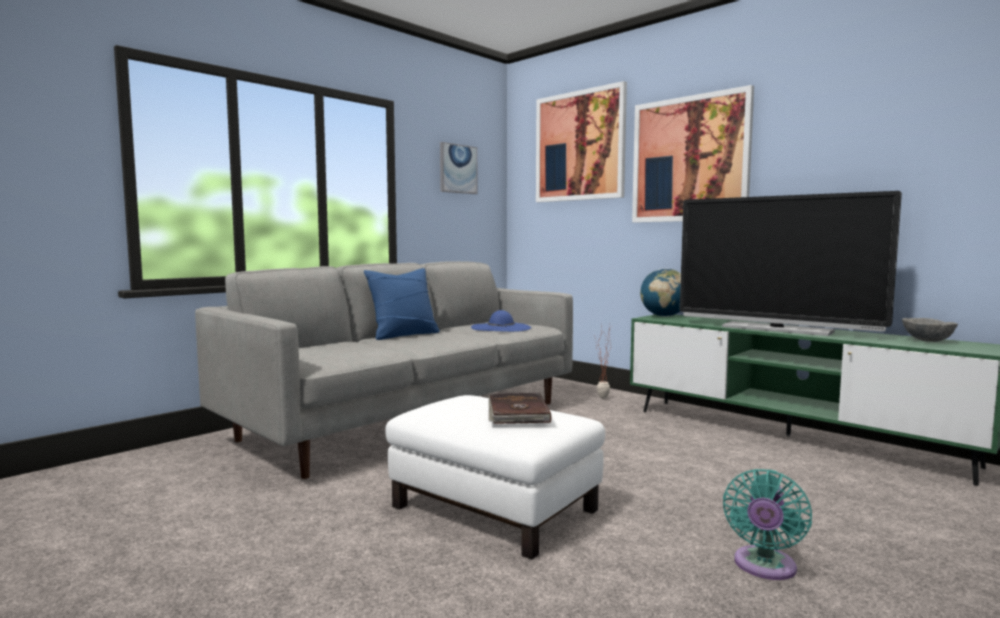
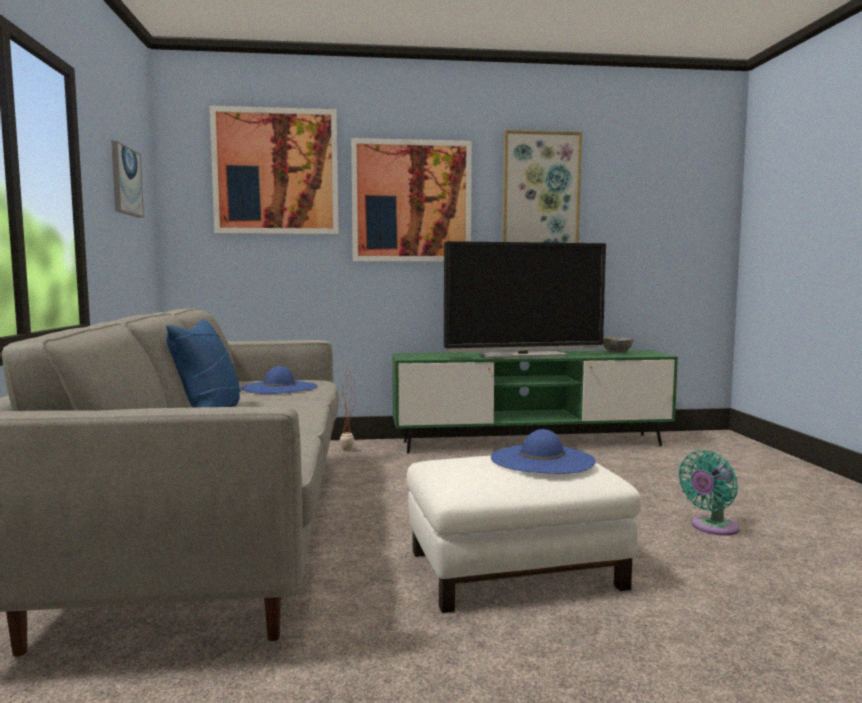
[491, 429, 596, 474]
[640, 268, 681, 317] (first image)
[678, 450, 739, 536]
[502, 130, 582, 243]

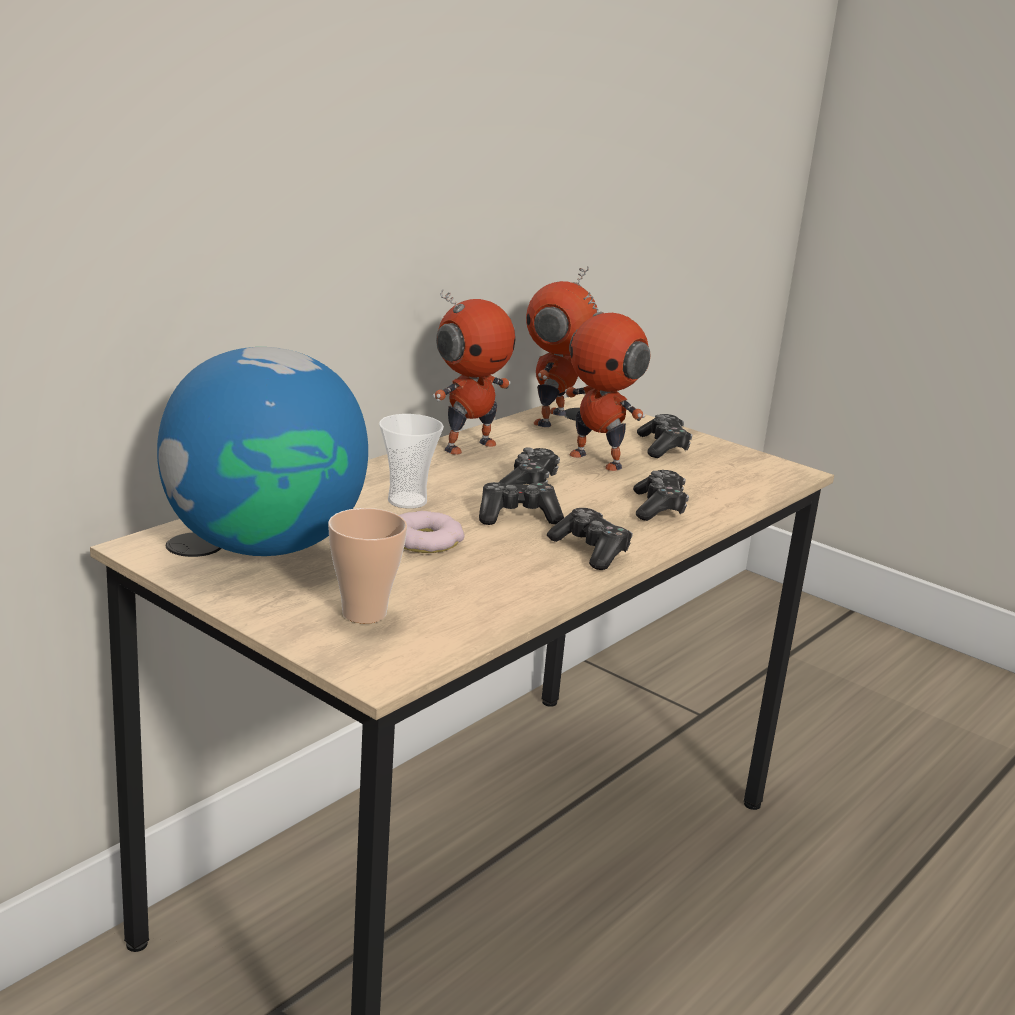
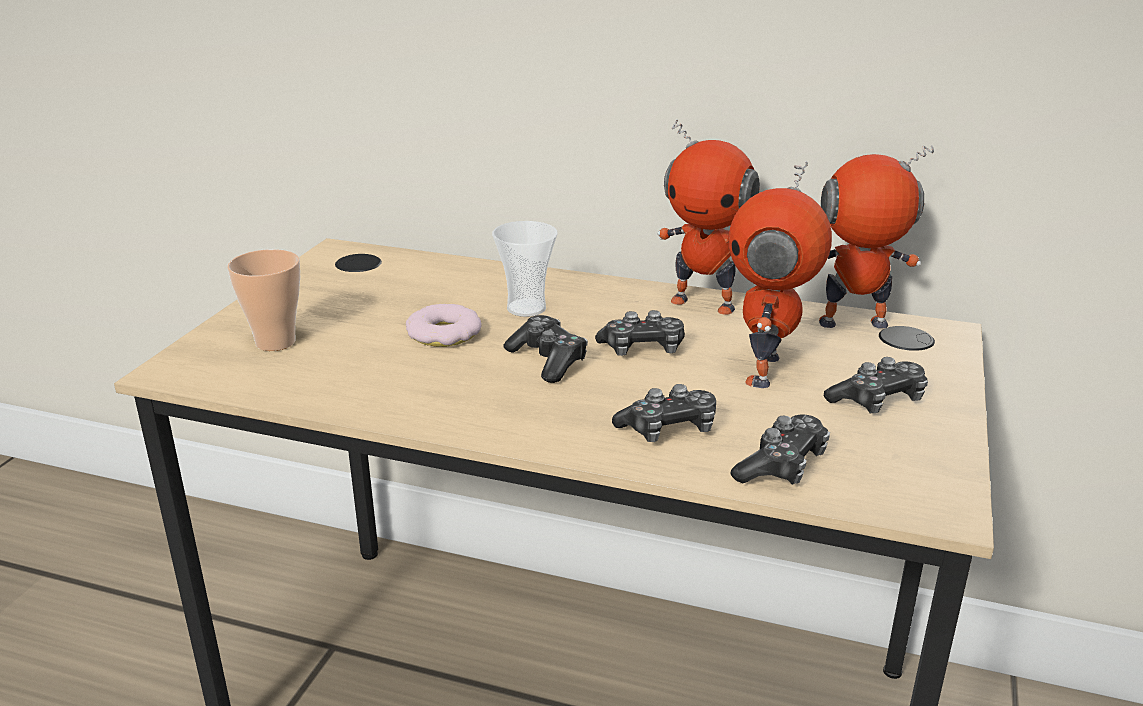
[157, 347, 368, 556] (first image)
[730, 414, 830, 485]

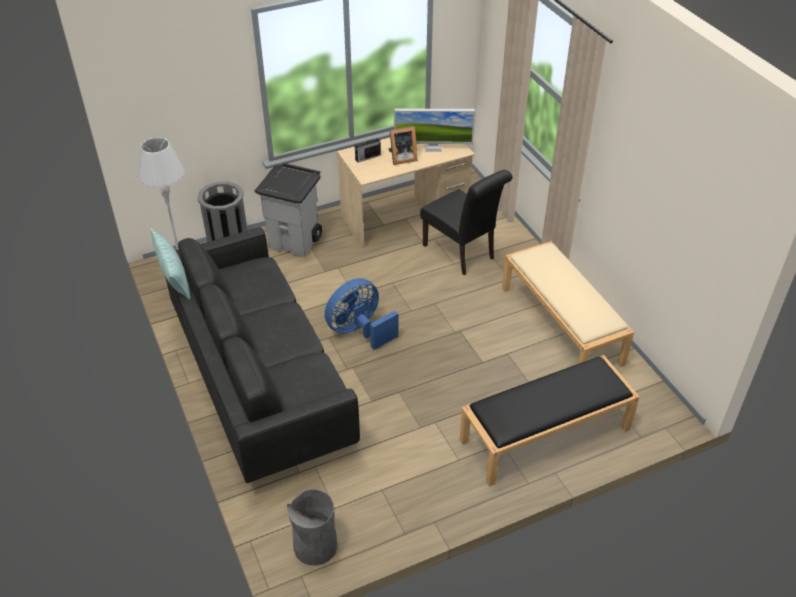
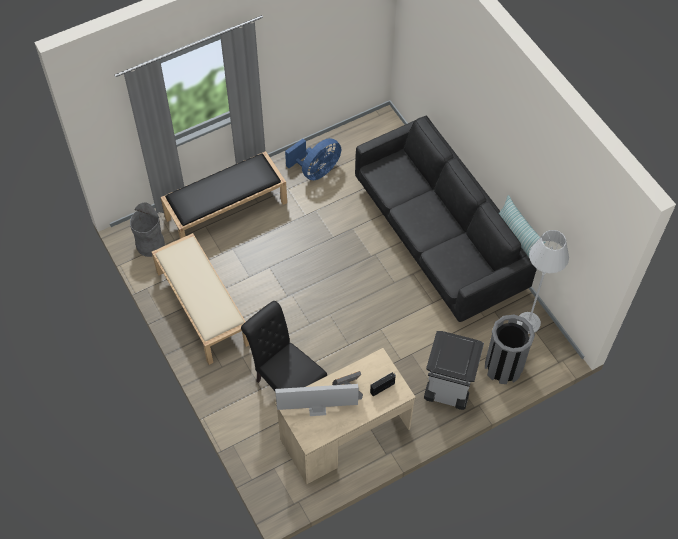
[130, 202, 165, 257]
[285, 138, 341, 180]

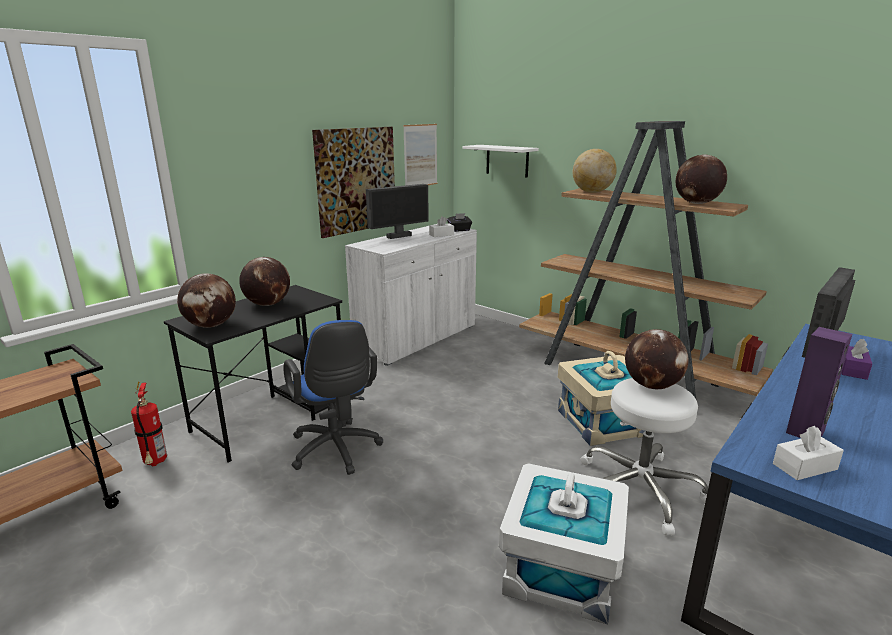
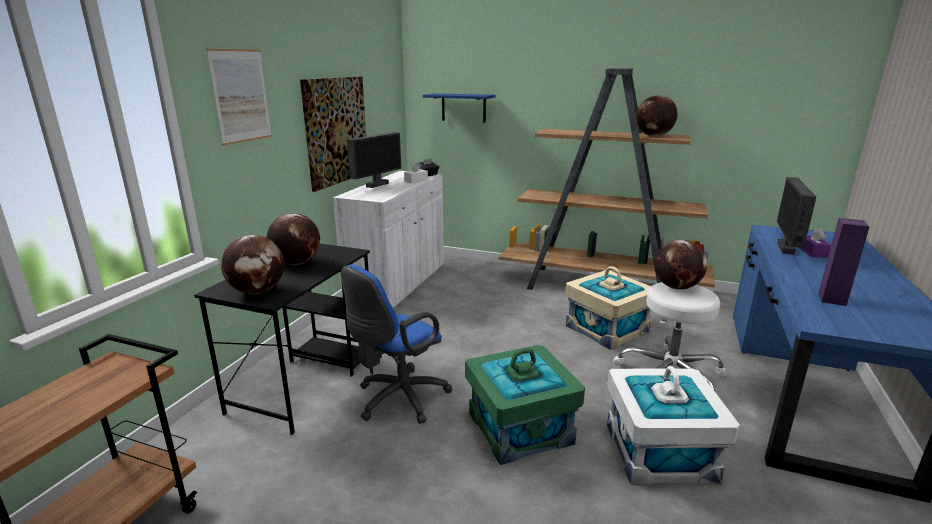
[131, 382, 167, 466] (first image)
[341, 264, 452, 424]
[206, 48, 272, 145]
[423, 93, 496, 122]
[573, 149, 617, 193] (first image)
[773, 426, 844, 480] (first image)
[465, 345, 585, 465]

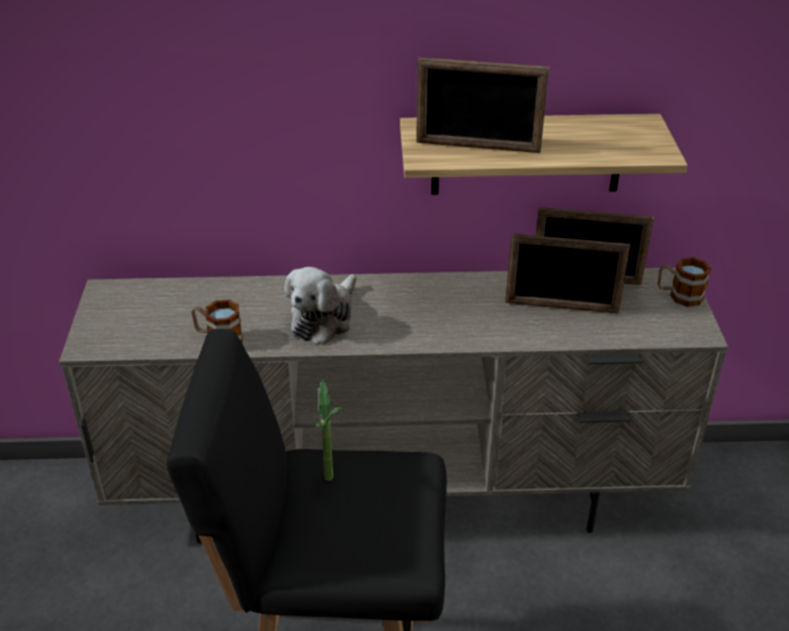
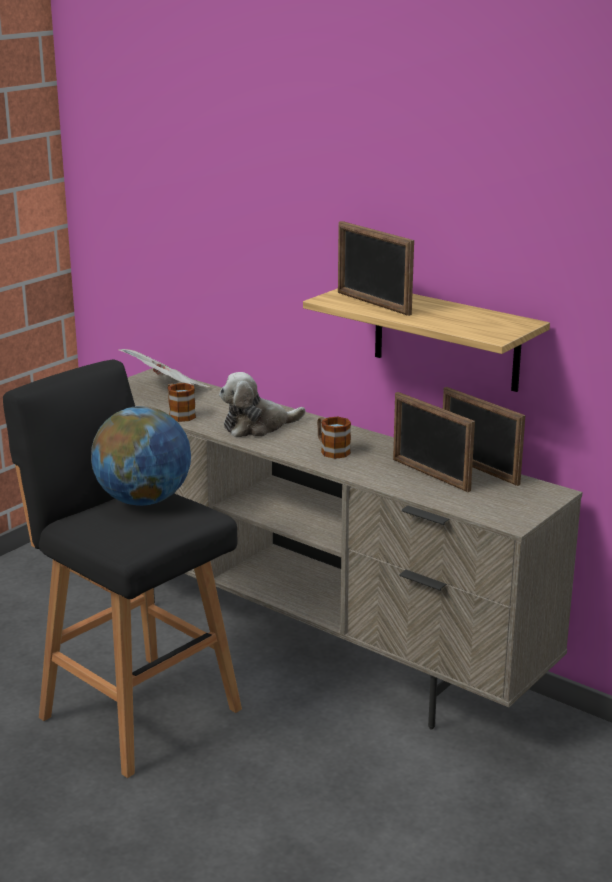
[91, 406, 191, 506]
[317, 417, 351, 459]
[119, 349, 210, 387]

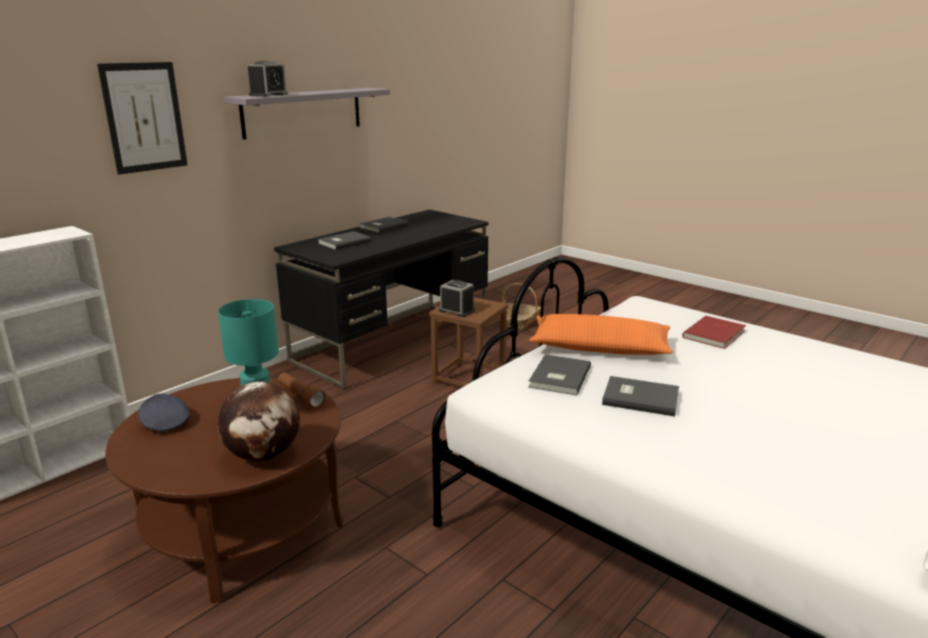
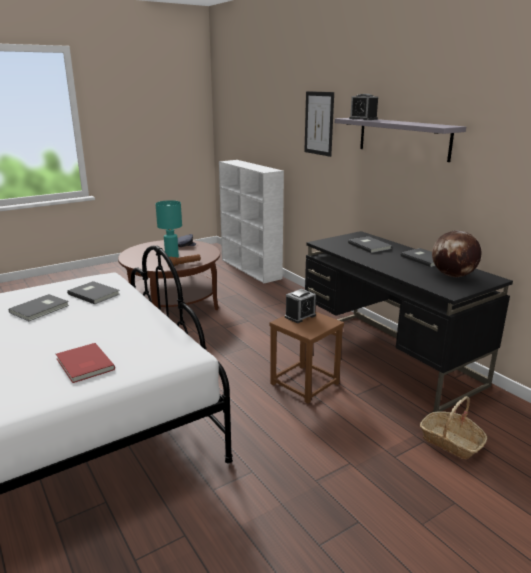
[432, 230, 481, 277]
[529, 314, 673, 355] (first image)

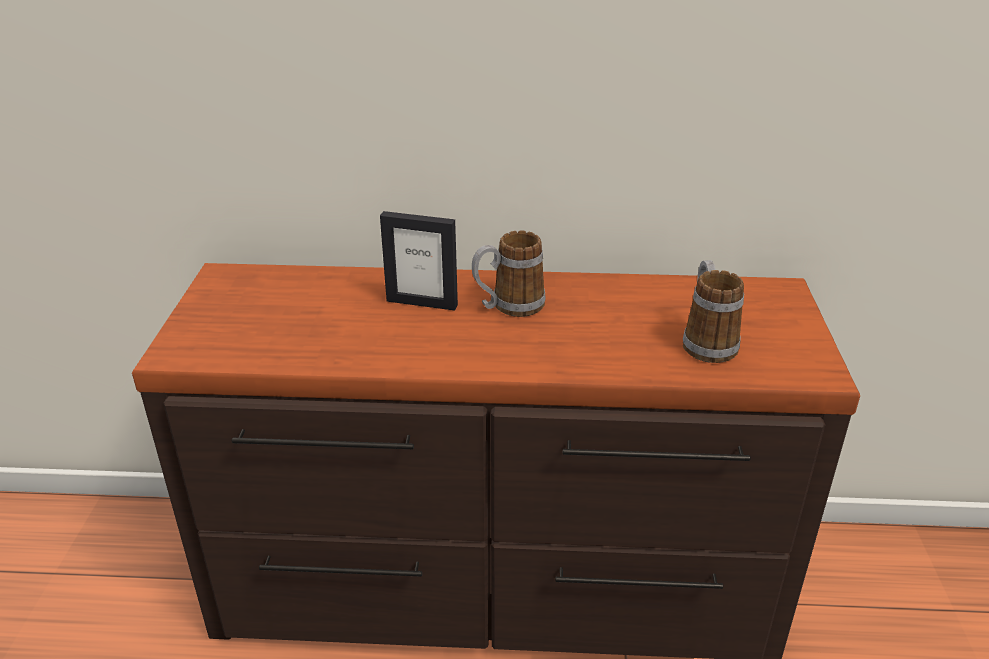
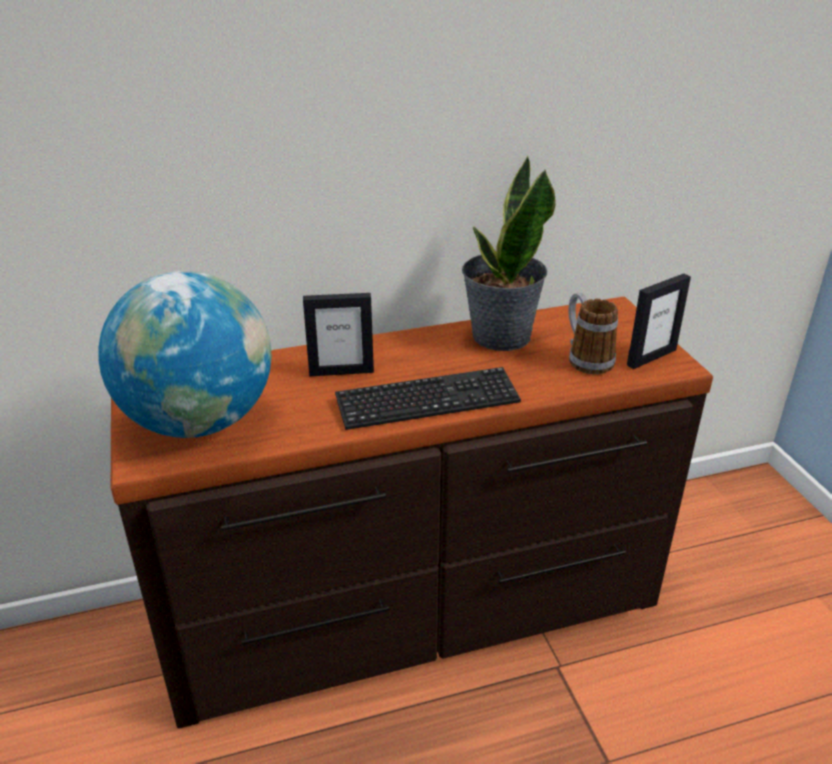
[472, 230, 546, 317] (first image)
[98, 271, 271, 438]
[335, 367, 521, 430]
[462, 155, 556, 351]
[627, 273, 691, 369]

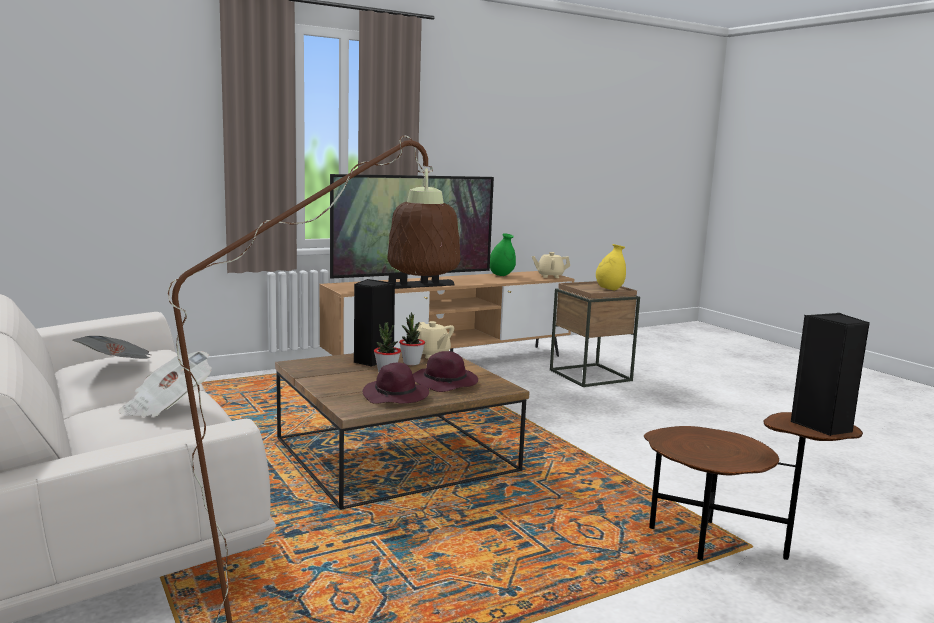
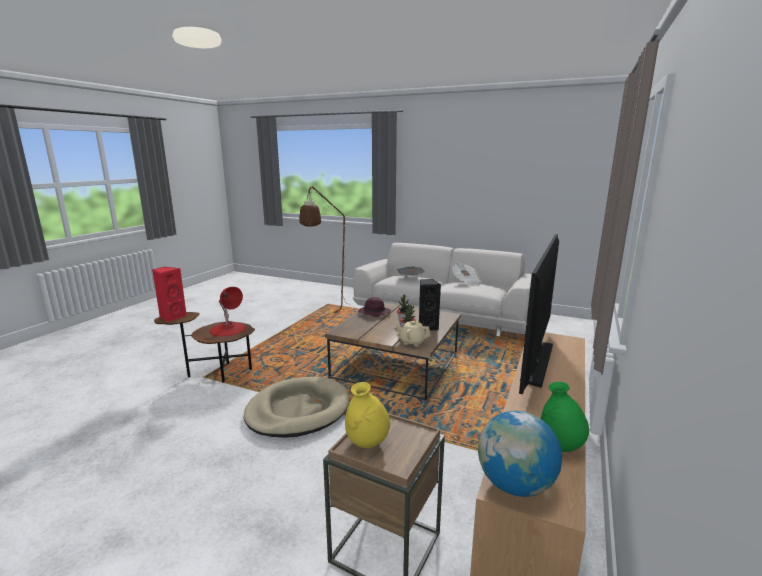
[413, 351, 478, 392] (first image)
[478, 411, 562, 497]
[152, 267, 187, 322]
[209, 287, 246, 337]
[244, 377, 349, 438]

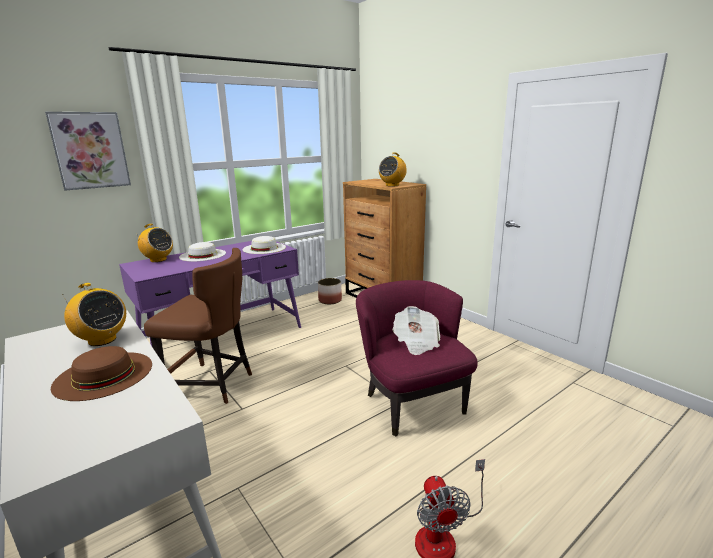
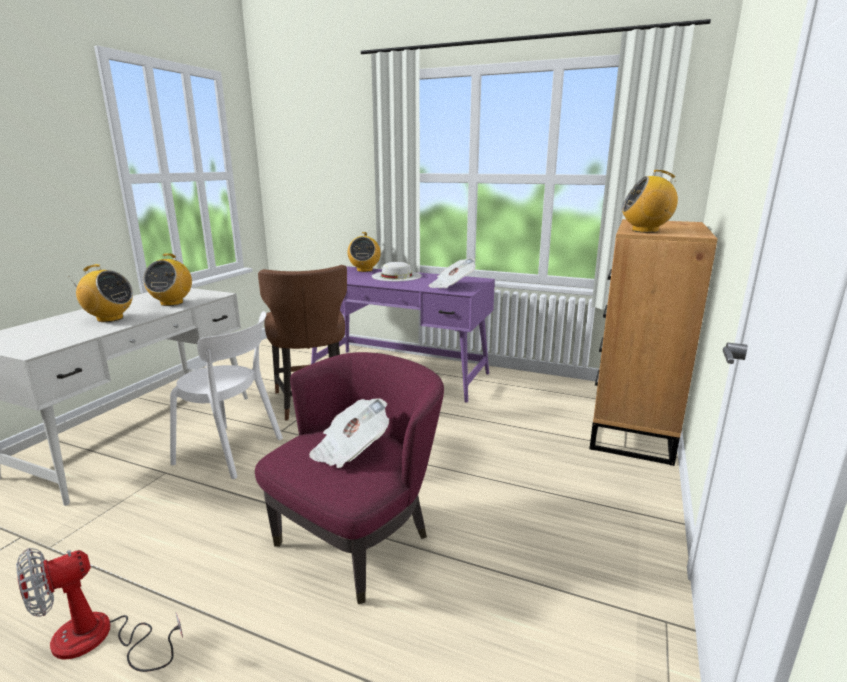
[45, 112, 131, 191] (first image)
[68, 264, 133, 322]
[429, 258, 476, 289]
[318, 278, 342, 304] (first image)
[170, 311, 283, 479]

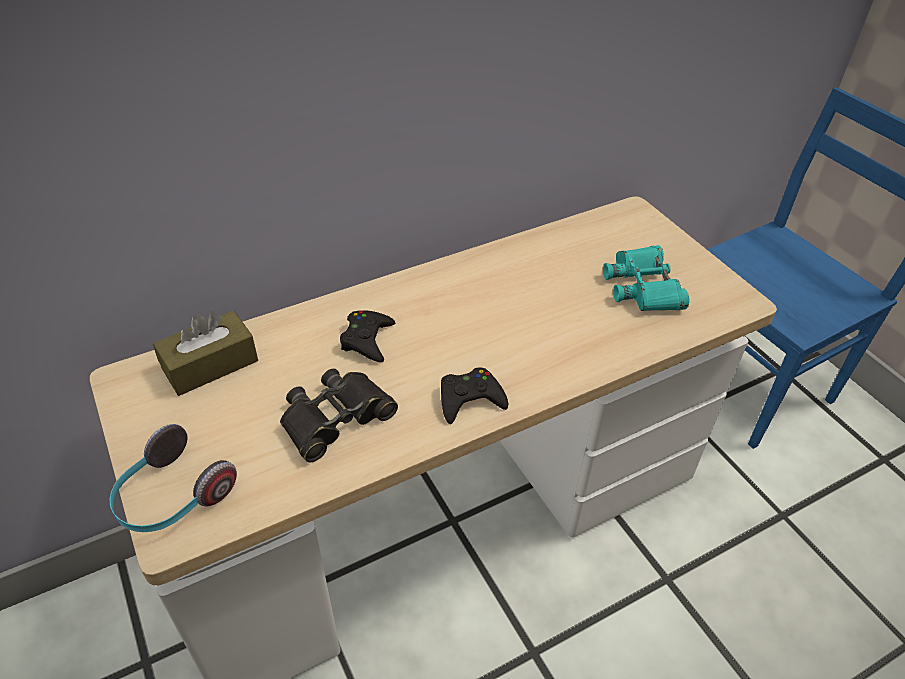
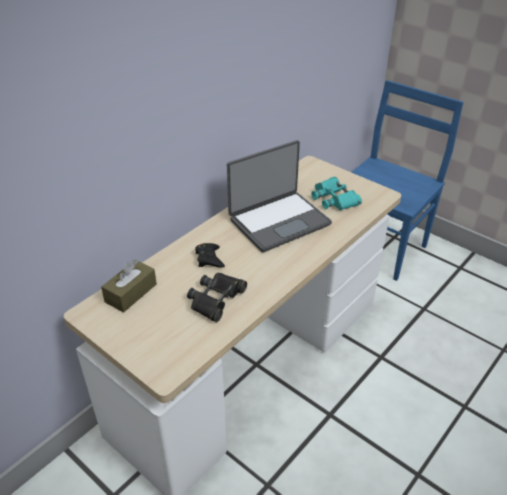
[110, 424, 237, 532] (first image)
[441, 367, 508, 424] (first image)
[227, 140, 332, 252]

